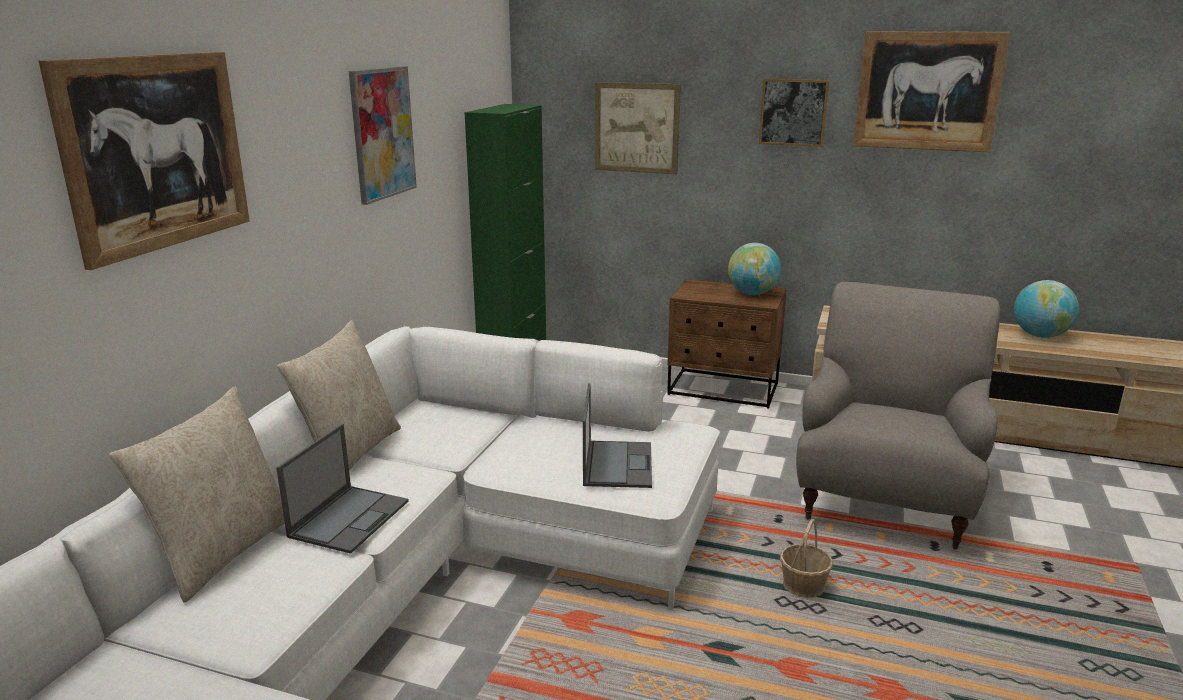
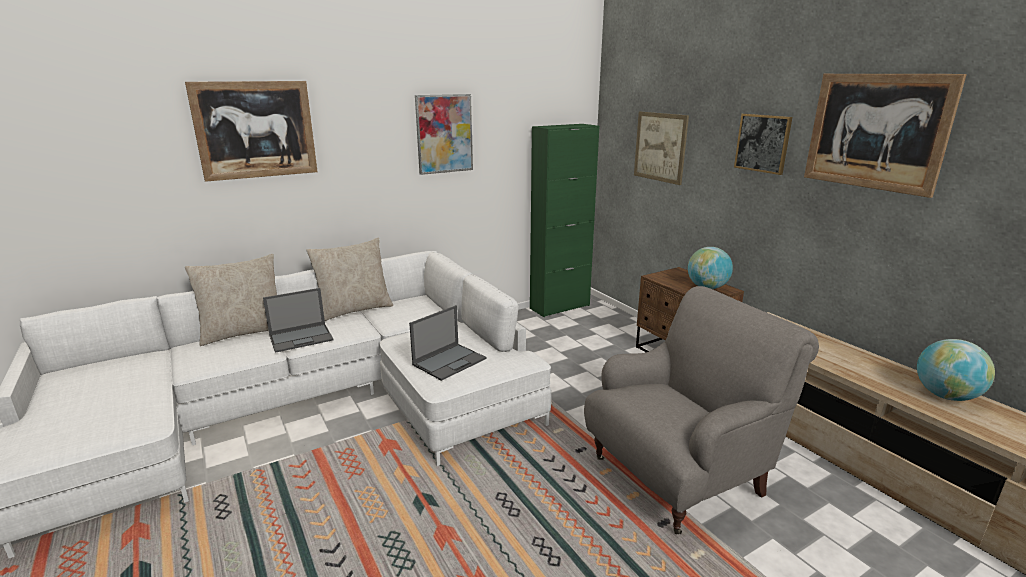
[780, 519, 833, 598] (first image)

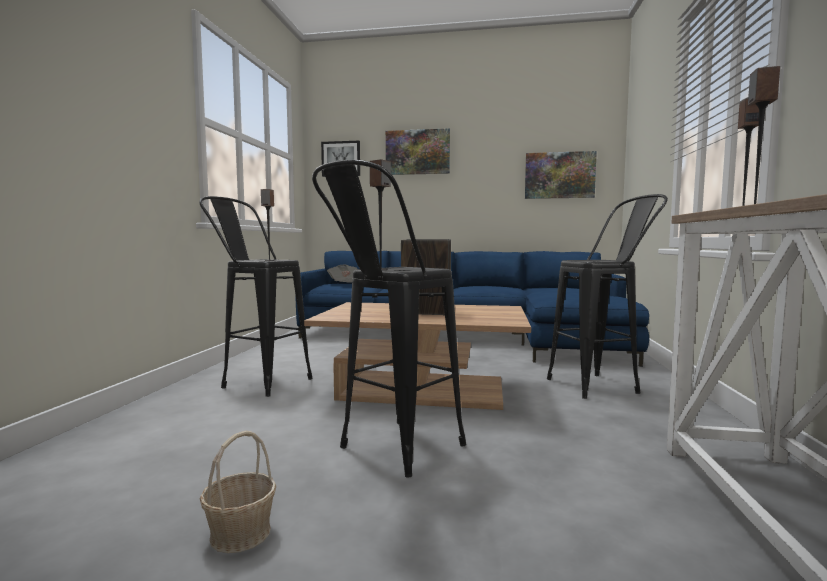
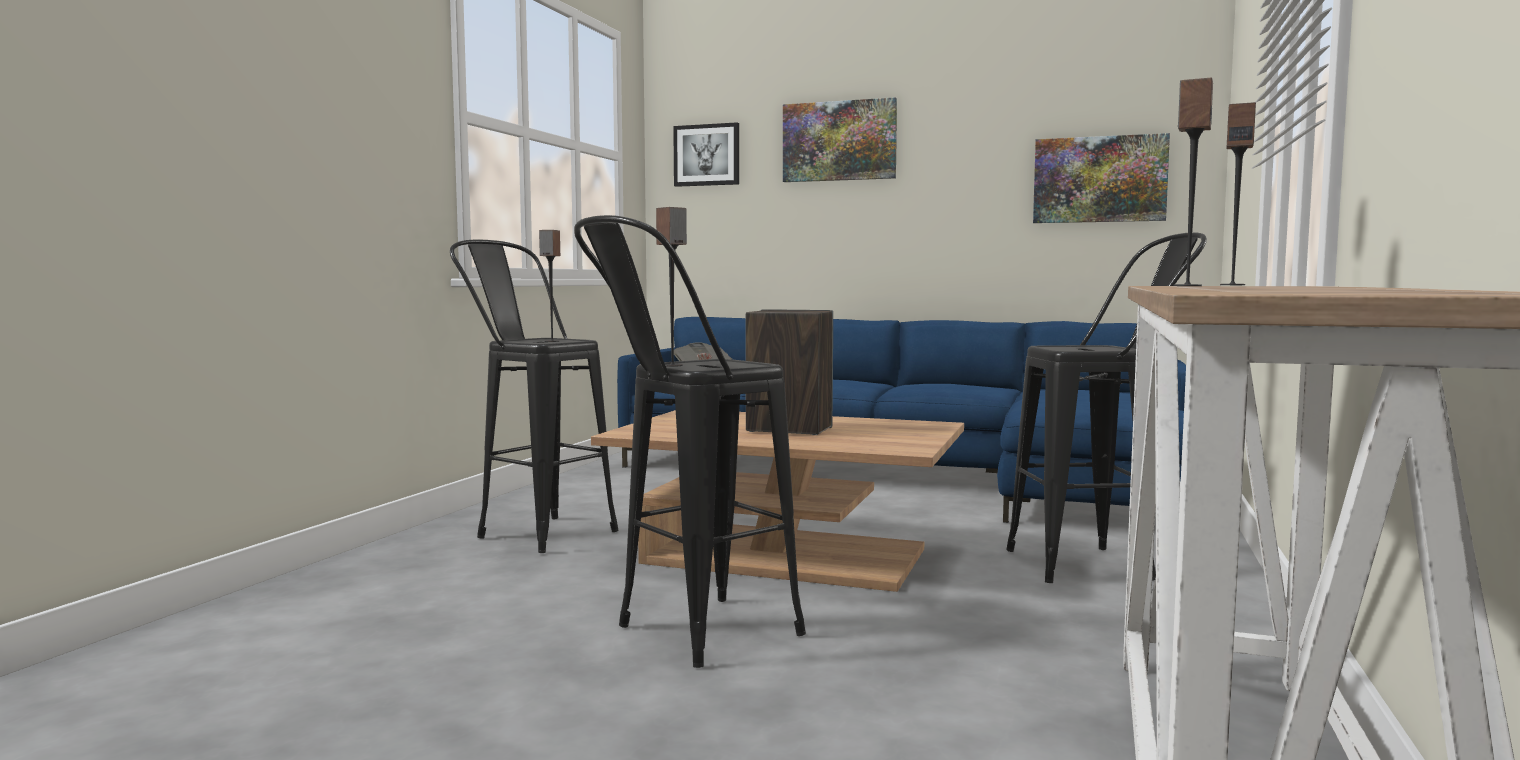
[200, 431, 276, 553] (first image)

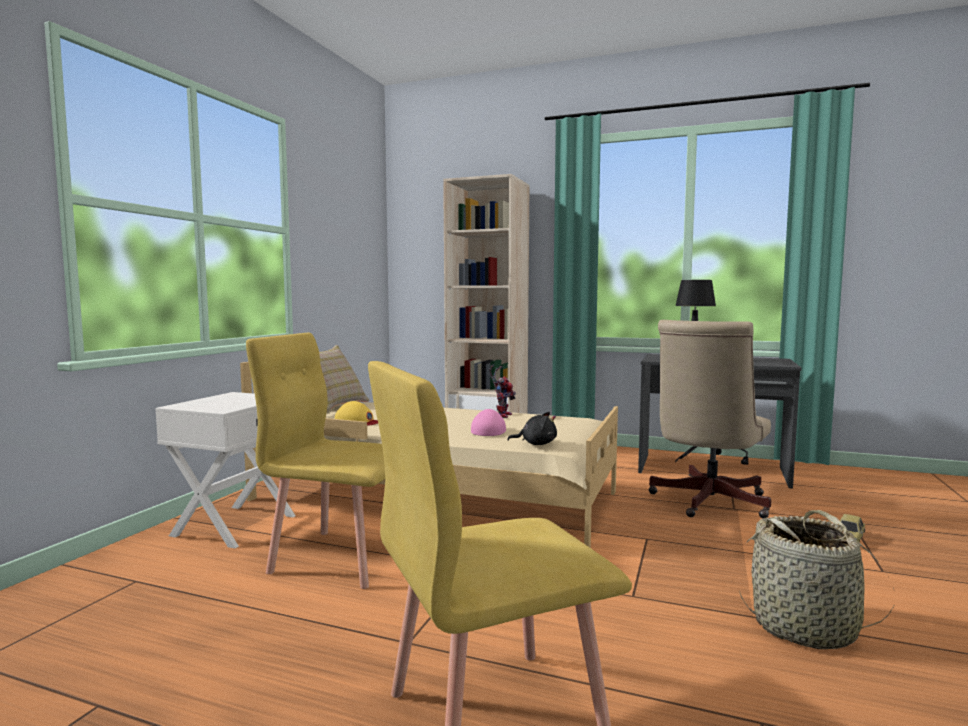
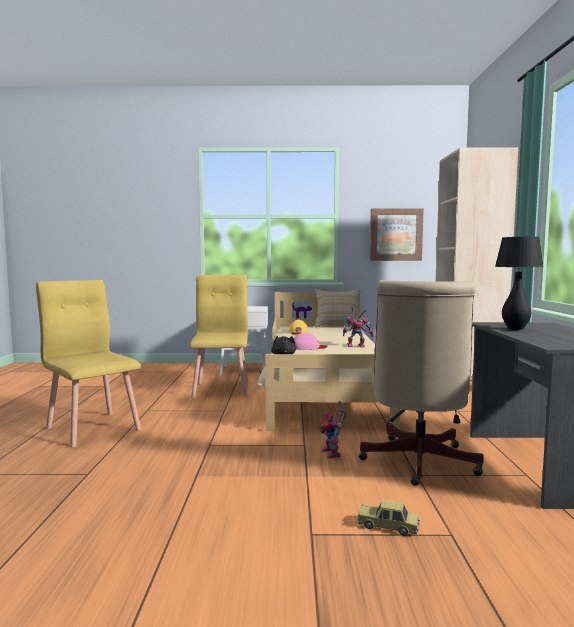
[359, 280, 484, 486]
[739, 510, 894, 649] (first image)
[319, 401, 346, 458]
[370, 208, 424, 261]

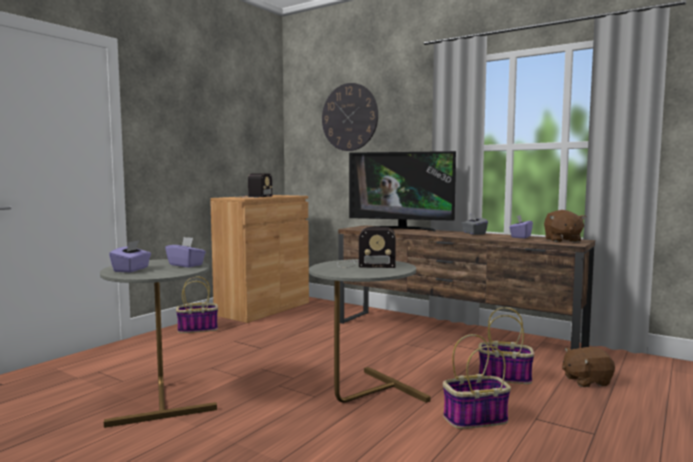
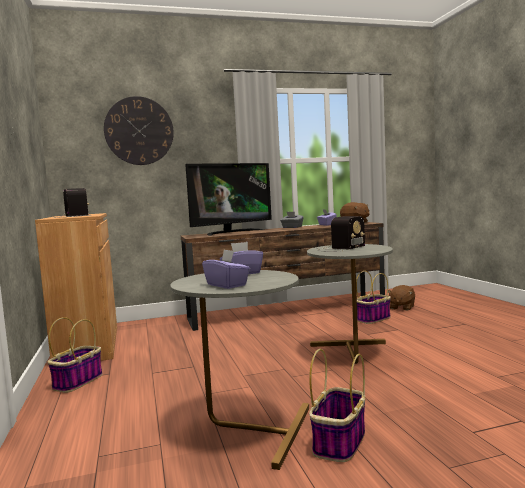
[309, 349, 365, 462]

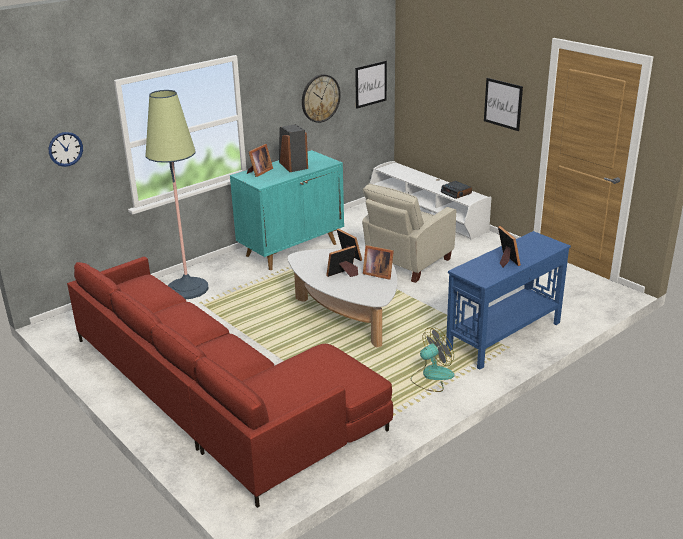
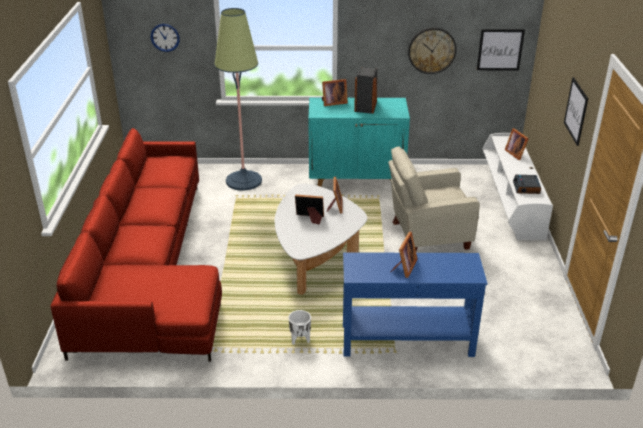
[505, 128, 529, 160]
[289, 310, 311, 345]

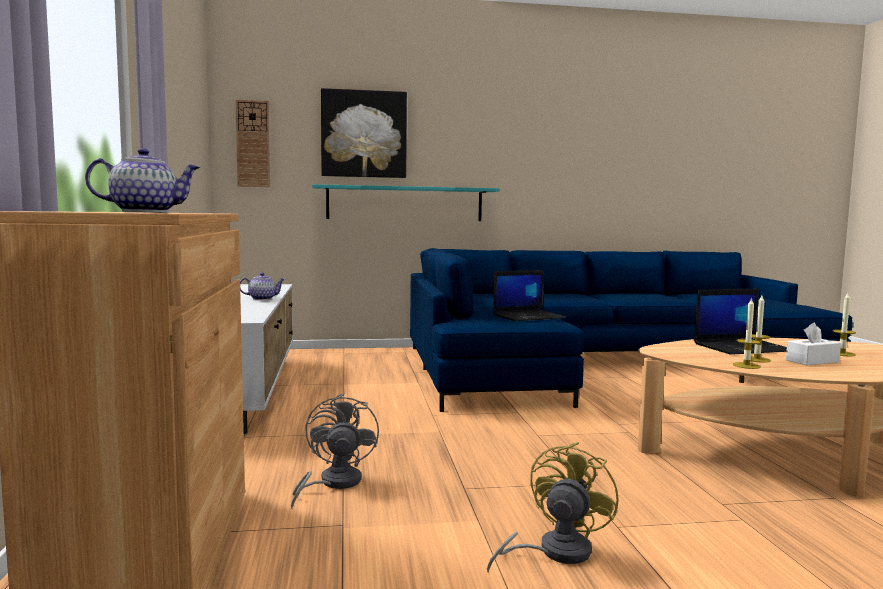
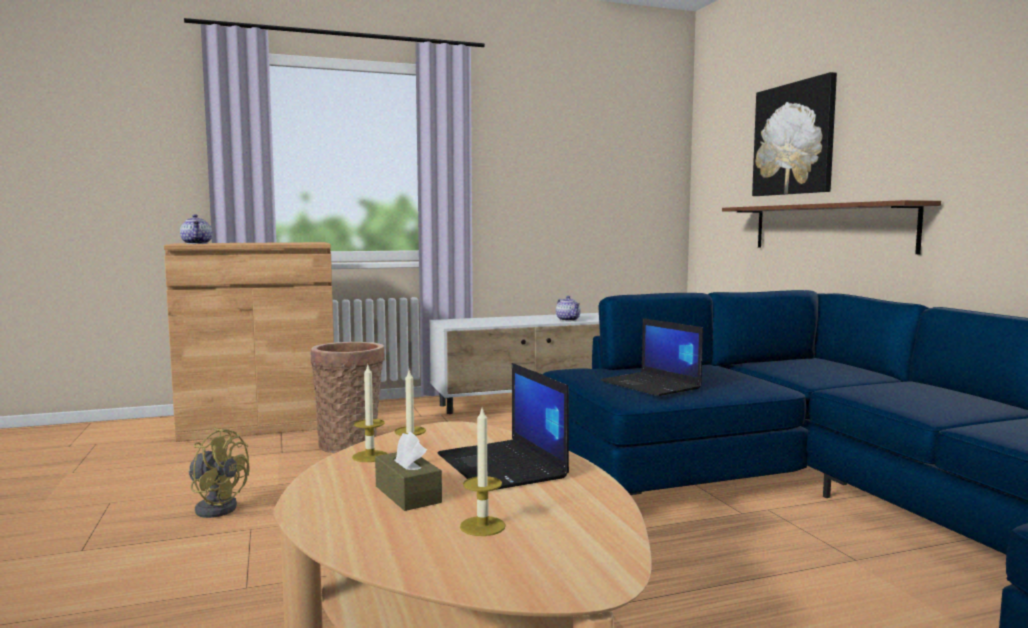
[236, 100, 270, 187] (first image)
[310, 342, 385, 453]
[722, 200, 941, 254]
[375, 431, 442, 511]

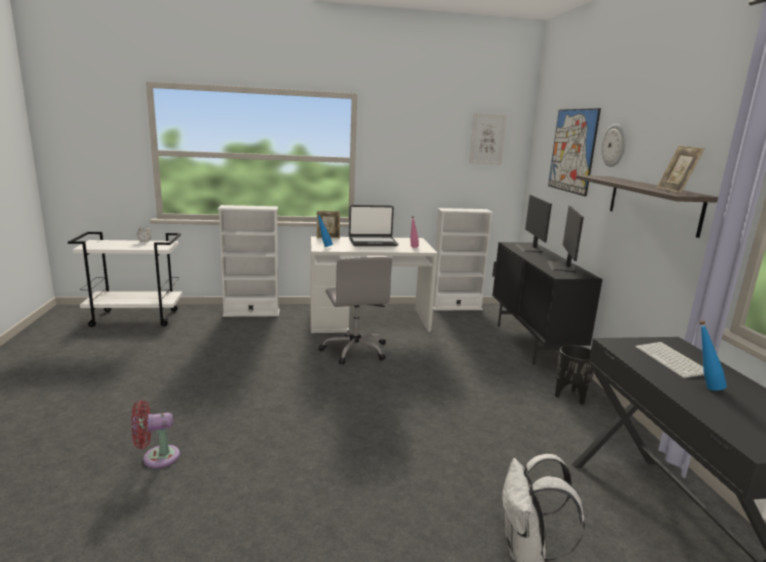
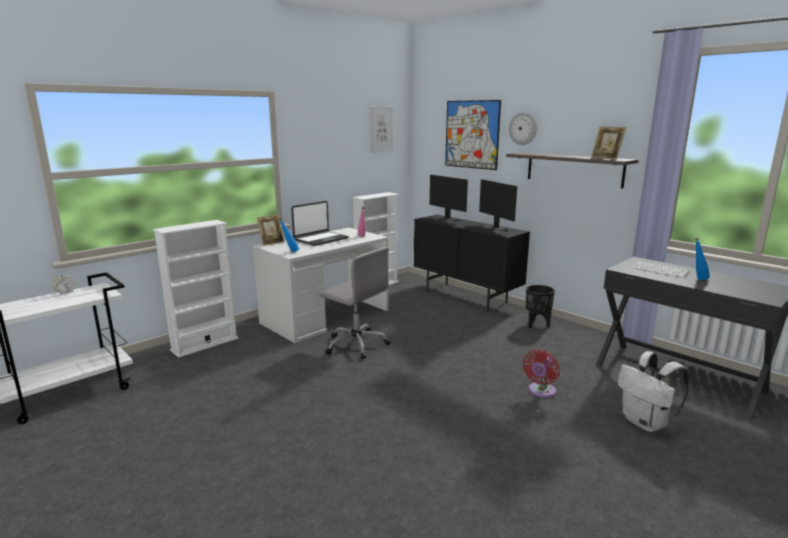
[523, 349, 560, 398]

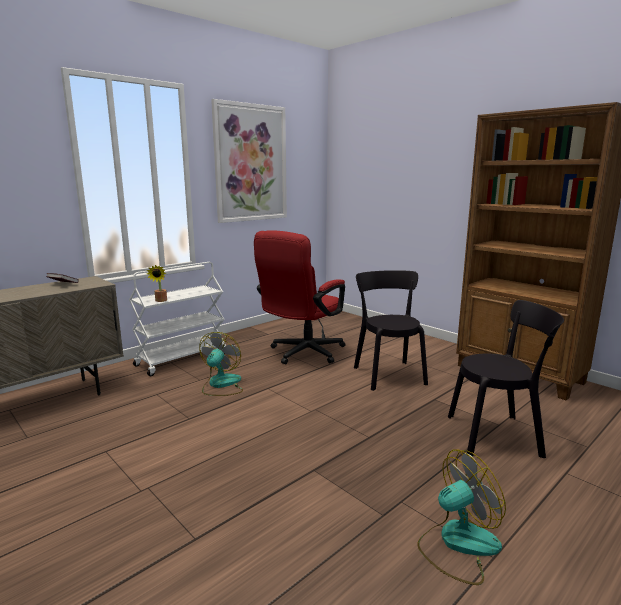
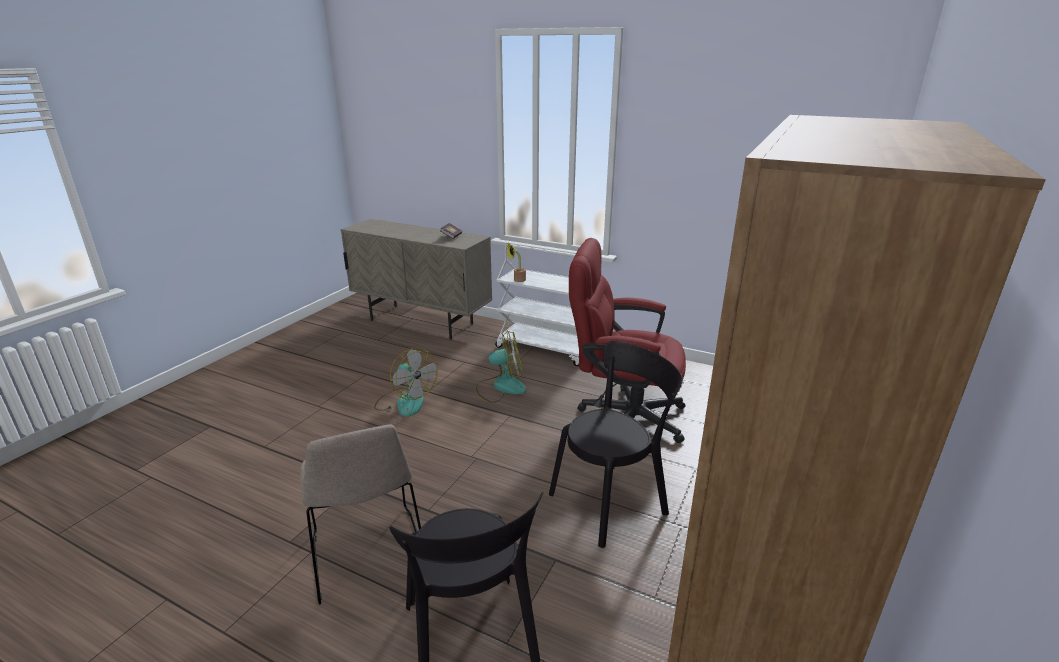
[211, 99, 287, 223] (first image)
[374, 348, 438, 417]
[300, 424, 421, 605]

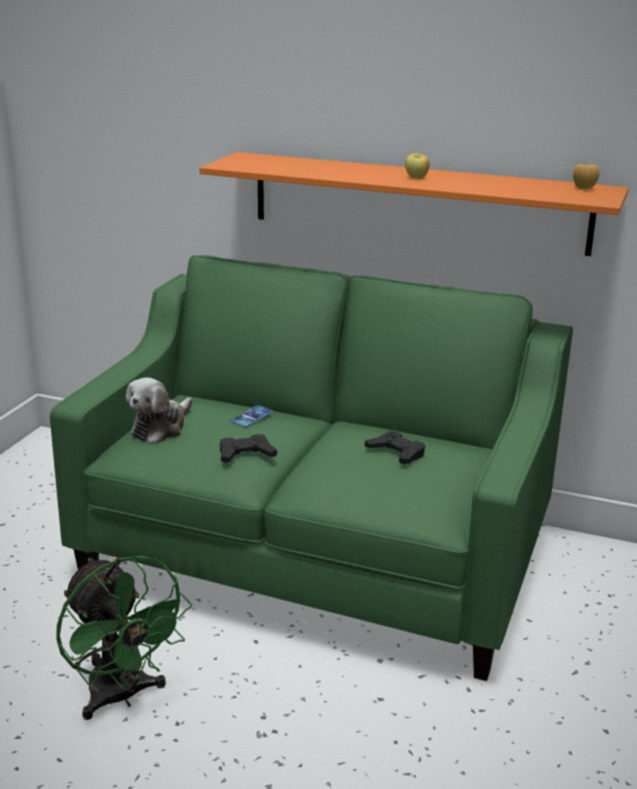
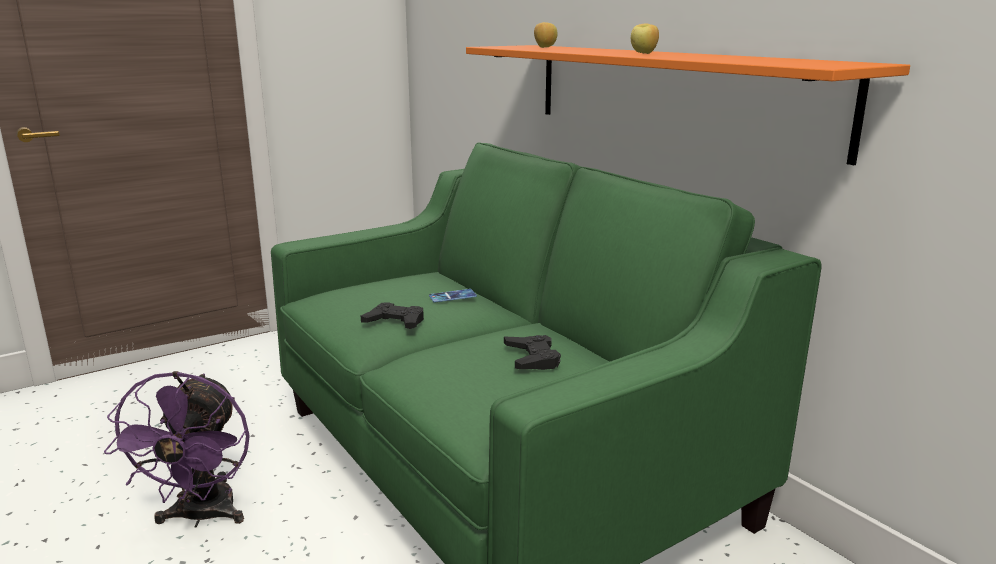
[104, 371, 250, 528]
[126, 378, 192, 444] (first image)
[534, 22, 558, 48]

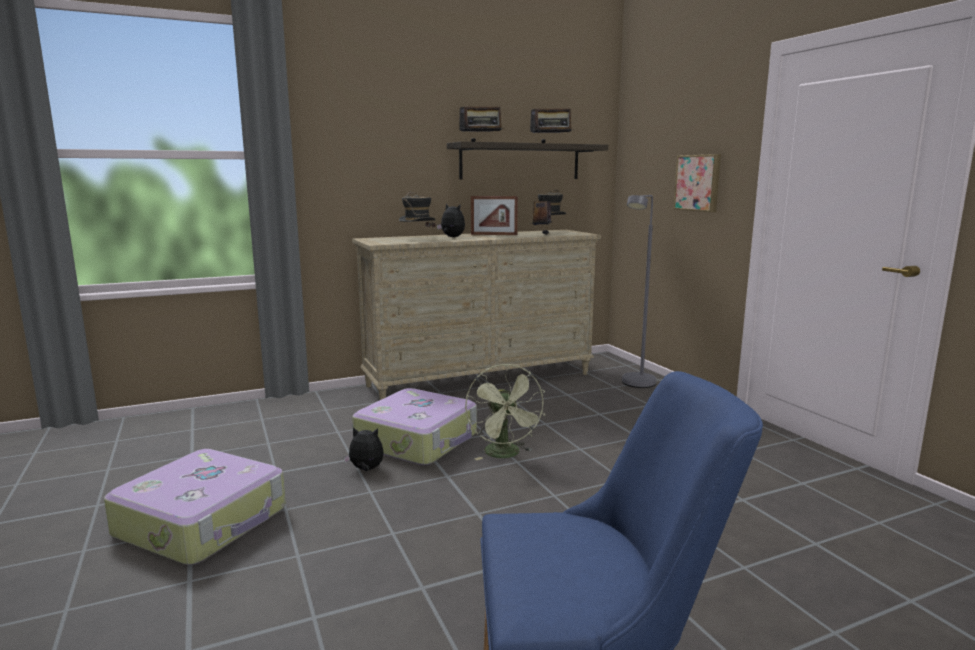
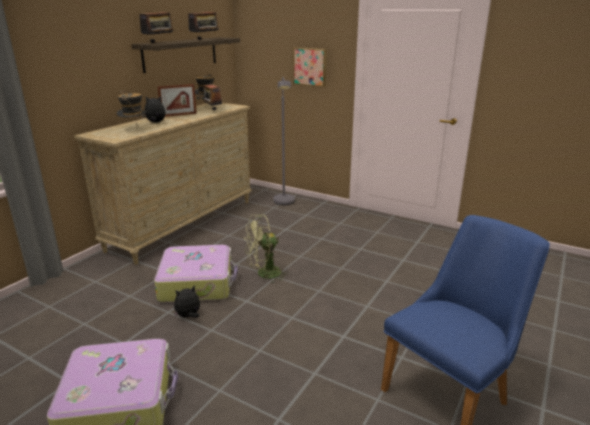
[245, 214, 290, 283]

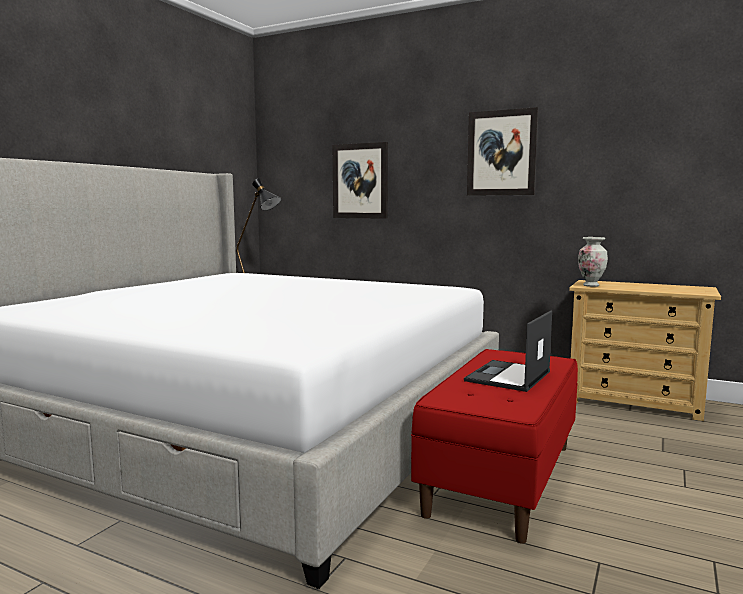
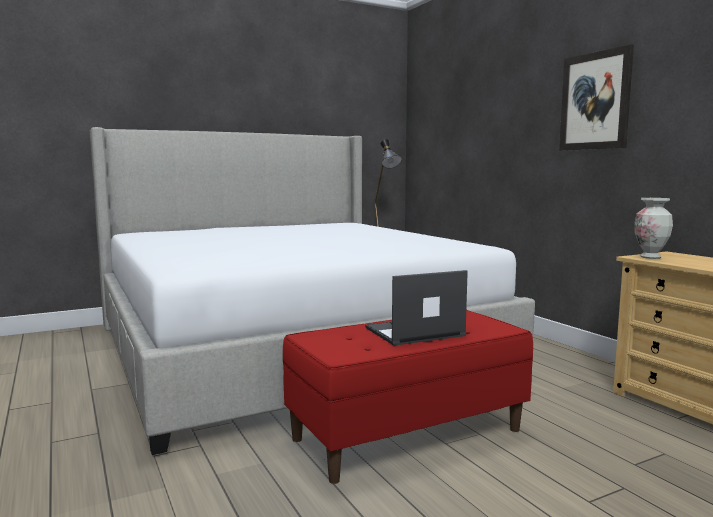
[333, 142, 388, 219] (first image)

